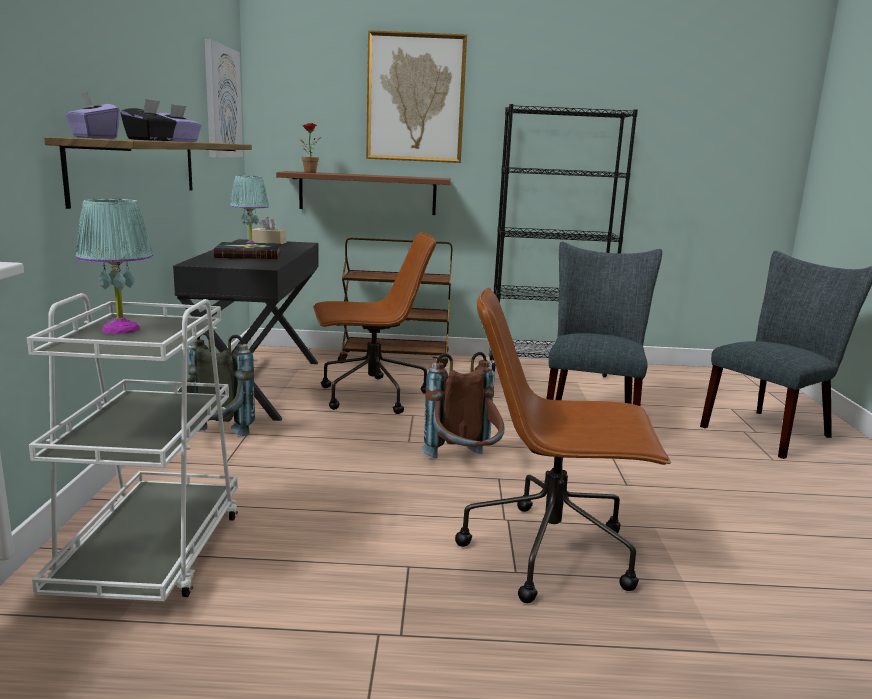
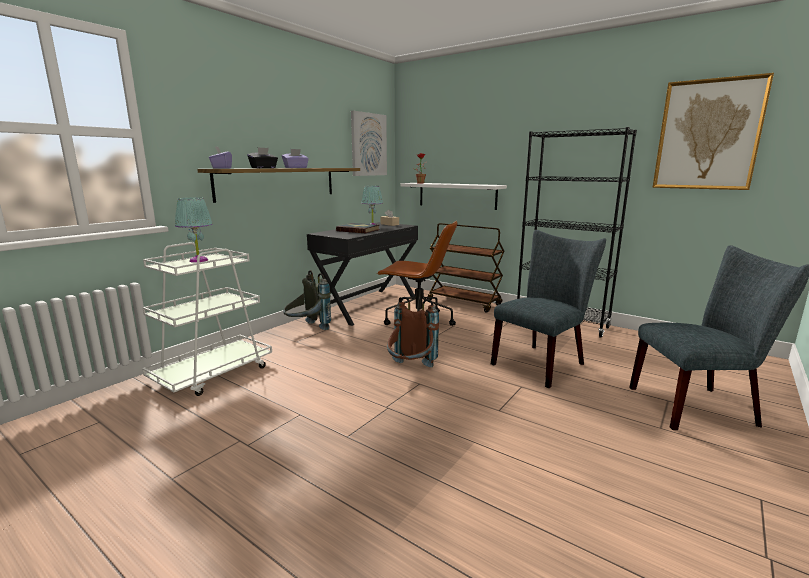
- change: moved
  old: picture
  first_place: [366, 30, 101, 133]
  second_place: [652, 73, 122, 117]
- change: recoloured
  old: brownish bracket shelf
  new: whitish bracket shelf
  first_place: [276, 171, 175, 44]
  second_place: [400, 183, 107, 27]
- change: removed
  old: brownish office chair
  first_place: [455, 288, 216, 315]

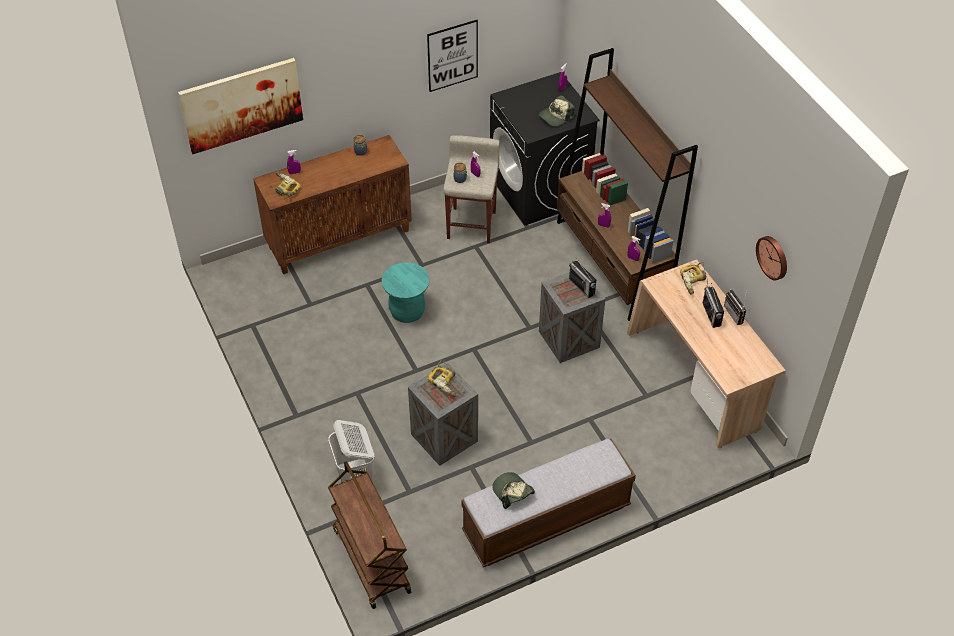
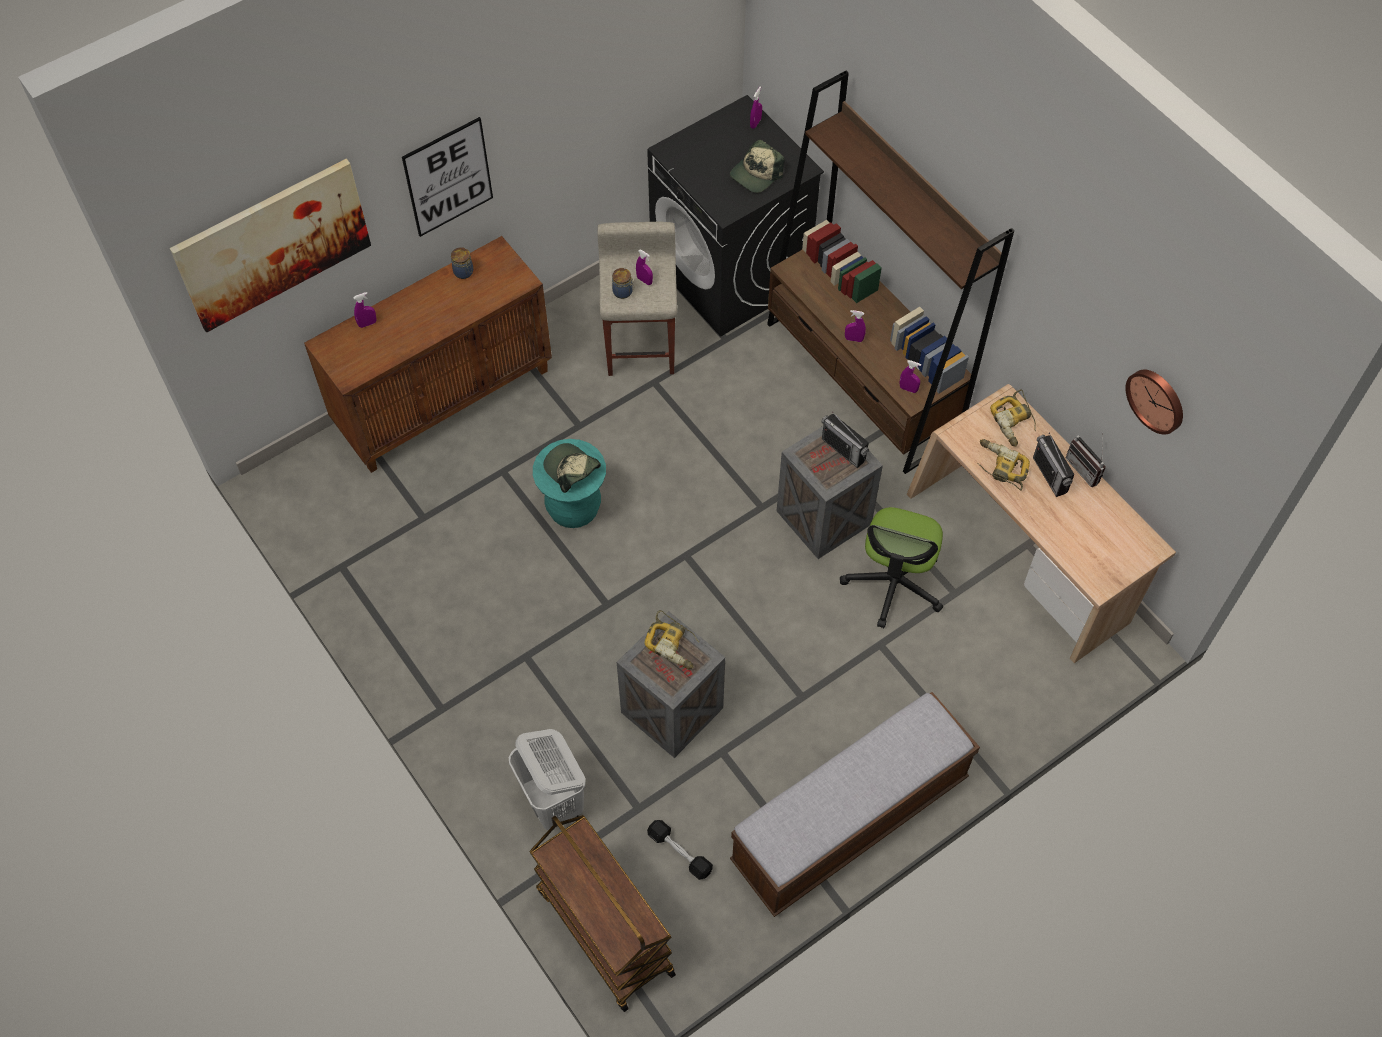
- change: moved
  old: picture
  first_place: [427, 20, 51, 72]
  second_place: [402, 117, 91, 120]
- change: moved
  old: drill
  first_place: [269, 171, 32, 29]
  second_place: [977, 439, 53, 52]
- change: moved
  old: baseball cap
  first_place: [492, 472, 43, 37]
  second_place: [543, 443, 58, 50]
- change: added
  new: office chair
  second_place: [840, 507, 103, 121]
- change: added
  new: black free weight
  second_place: [647, 820, 66, 60]

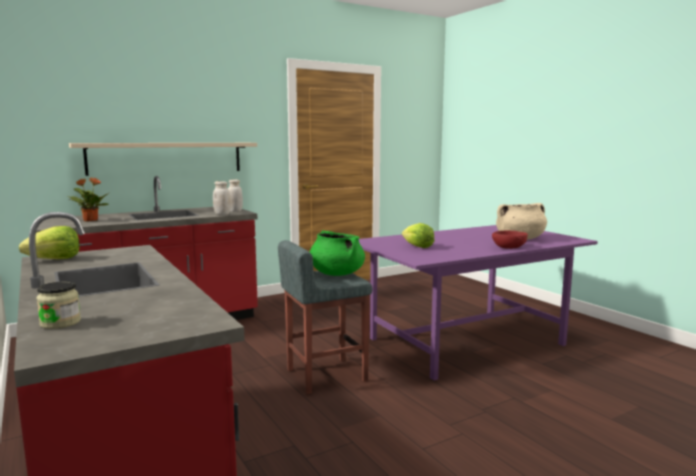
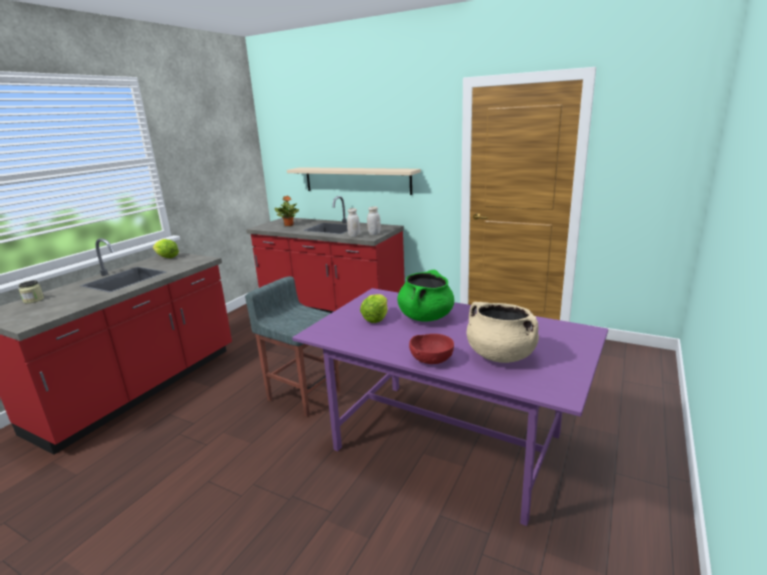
- change: moved
  old: green stockpot
  first_place: [310, 230, 55, 46]
  second_place: [397, 270, 57, 52]

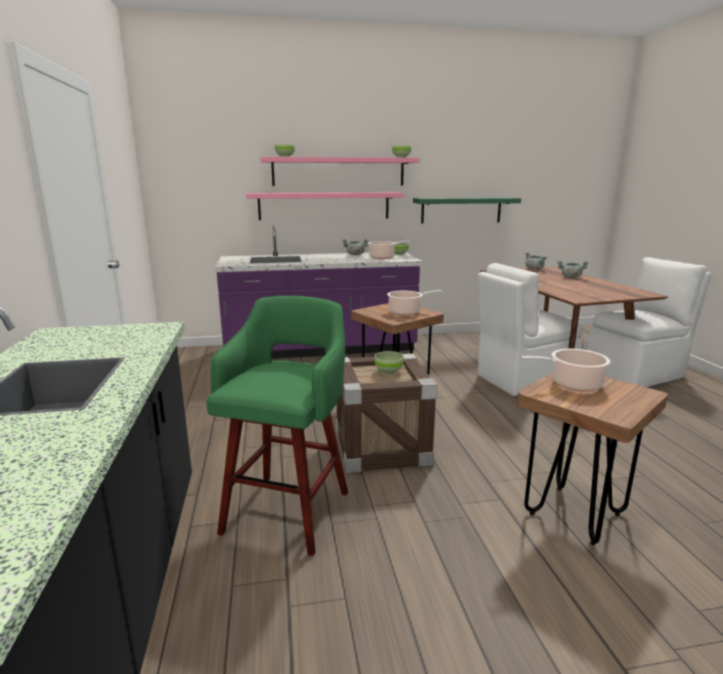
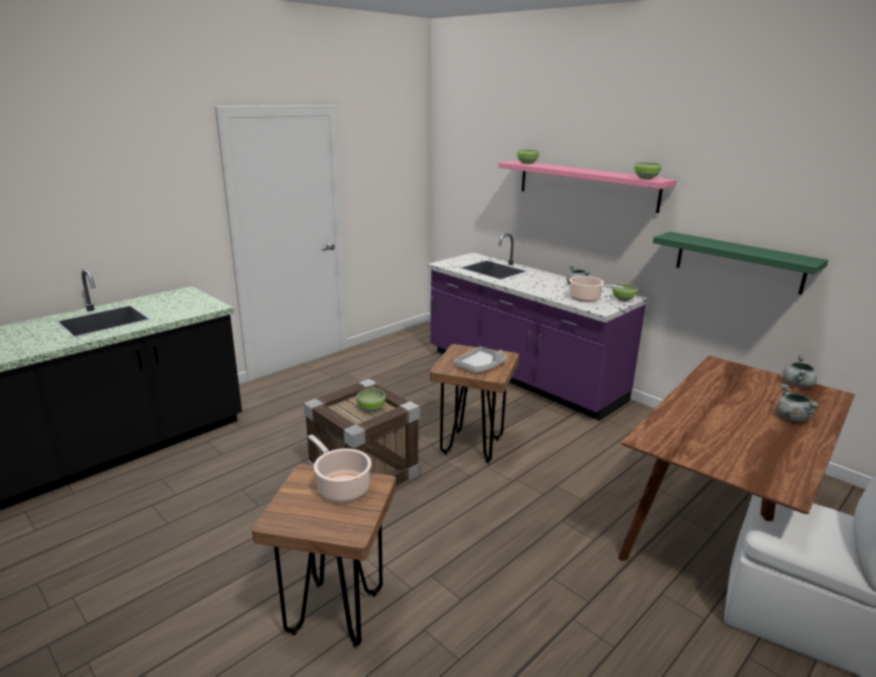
- change: removed
  old: pink bracket shelf
  first_place: [246, 192, 158, 28]
- change: removed
  old: whitish plain chair
  first_place: [478, 263, 105, 133]
- change: replaced
  old: stockpot
  new: grey serving tray
  first_place: [387, 290, 55, 26]
  second_place: [454, 347, 53, 25]
- change: removed
  old: green sitting stool
  first_place: [206, 296, 142, 260]

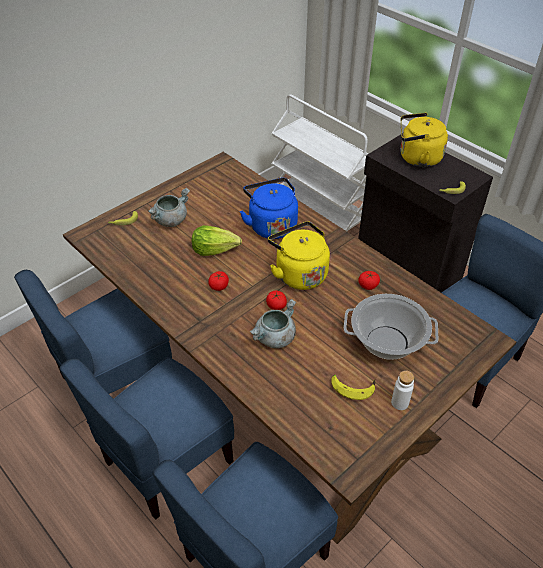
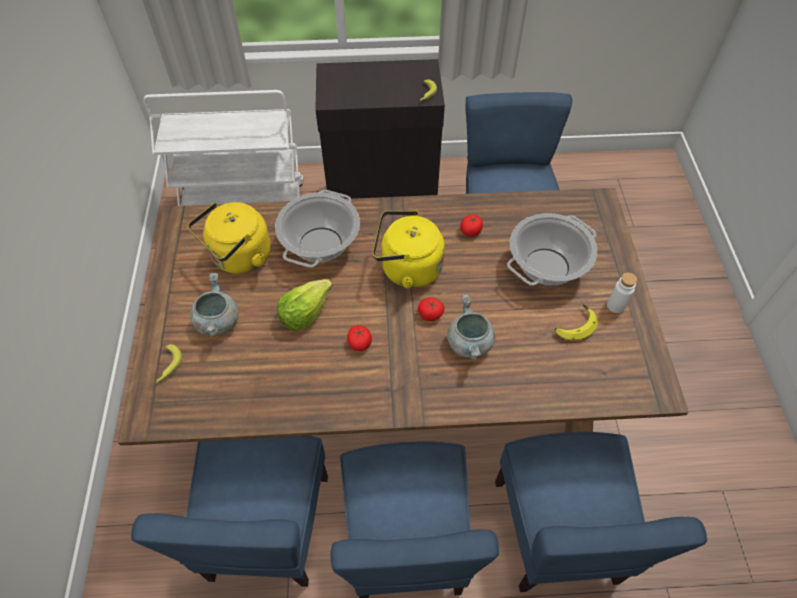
- change: moved
  old: yellow-coloured water kettle
  first_place: [400, 113, 48, 54]
  second_place: [188, 202, 83, 72]
- change: replaced
  old: blue water kettle
  new: stockpot
  first_place: [240, 178, 58, 61]
  second_place: [275, 190, 85, 78]

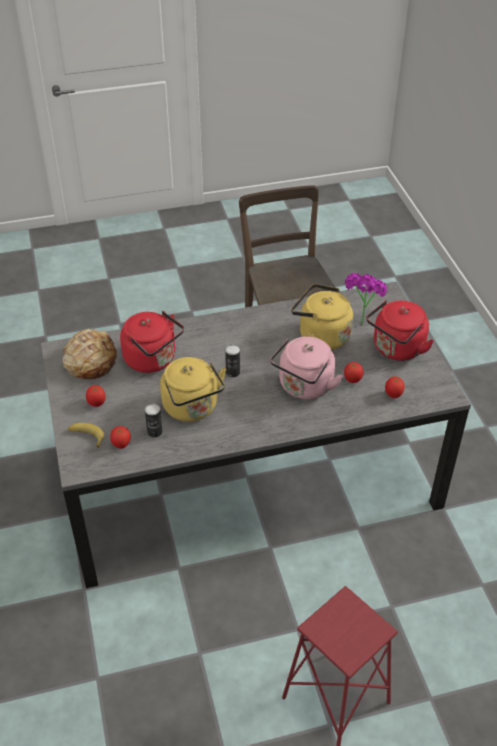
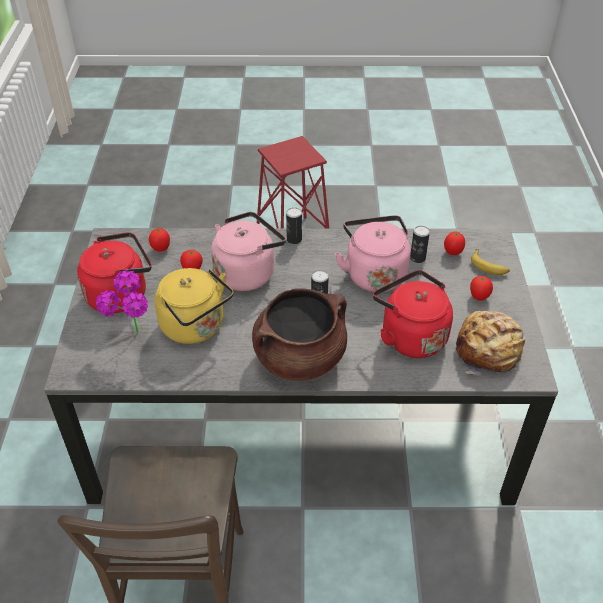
- change: recoloured
  old: yellow-coloured water kettle
  new: pink water kettle
  first_place: [160, 357, 66, 65]
  second_place: [335, 215, 75, 77]
- change: added
  new: sealed can
  second_place: [286, 207, 16, 37]
- change: added
  new: brownish stockpot
  second_place: [252, 288, 95, 93]

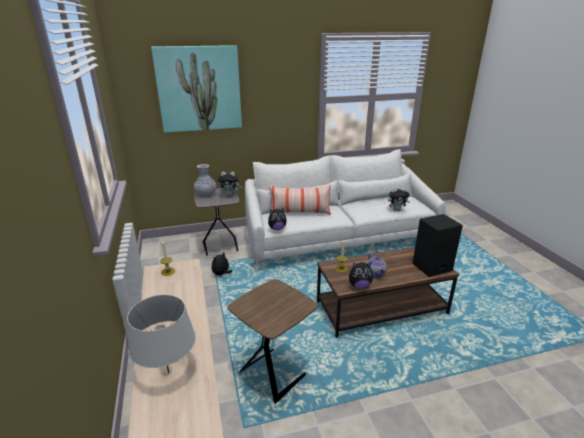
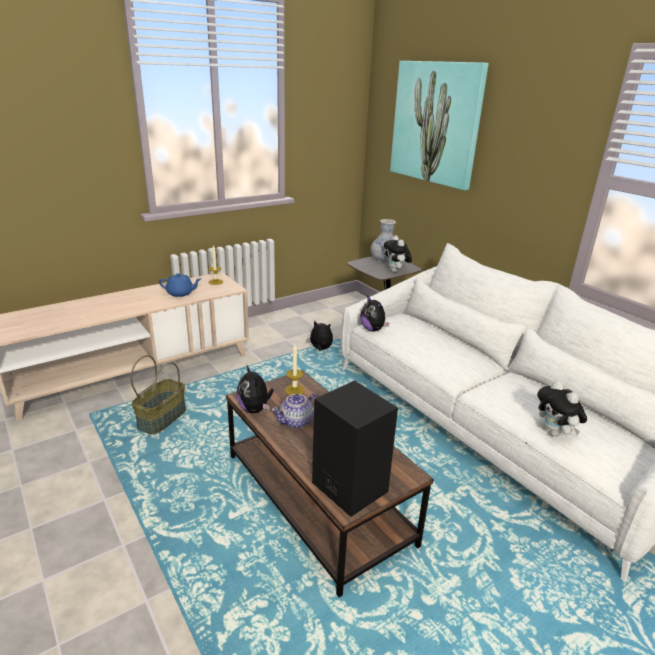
- change: removed
  old: pillow
  first_place: [269, 185, 62, 30]
- change: replaced
  old: brownish end table
  new: storage basket
  first_place: [228, 279, 90, 125]
  second_place: [131, 355, 55, 80]
- change: removed
  old: grey tabletop lamp
  first_place: [127, 295, 69, 78]
- change: added
  new: blue pot for tea
  second_place: [159, 273, 42, 24]

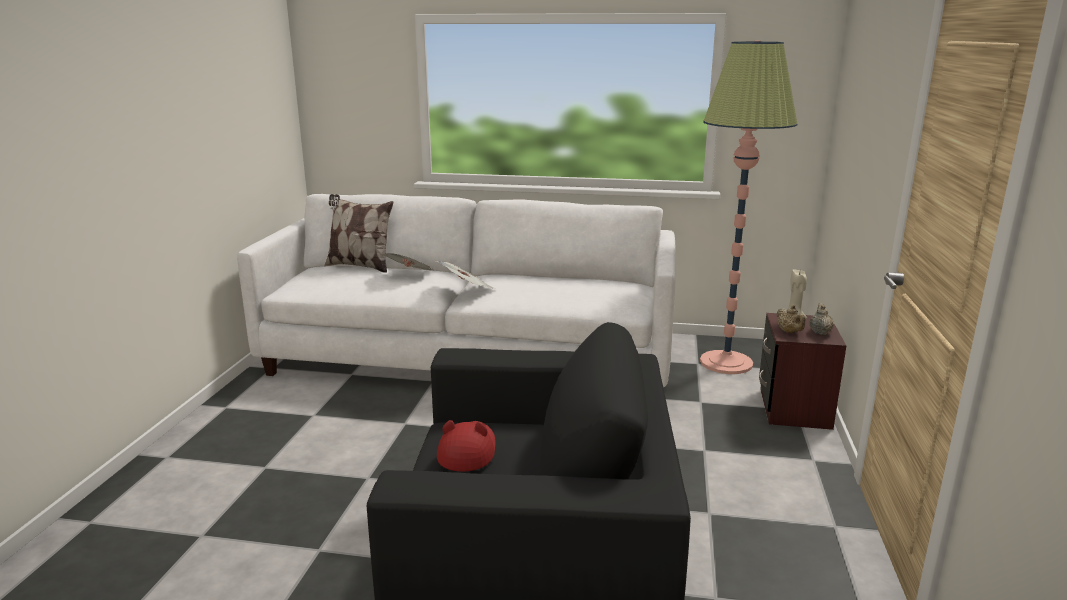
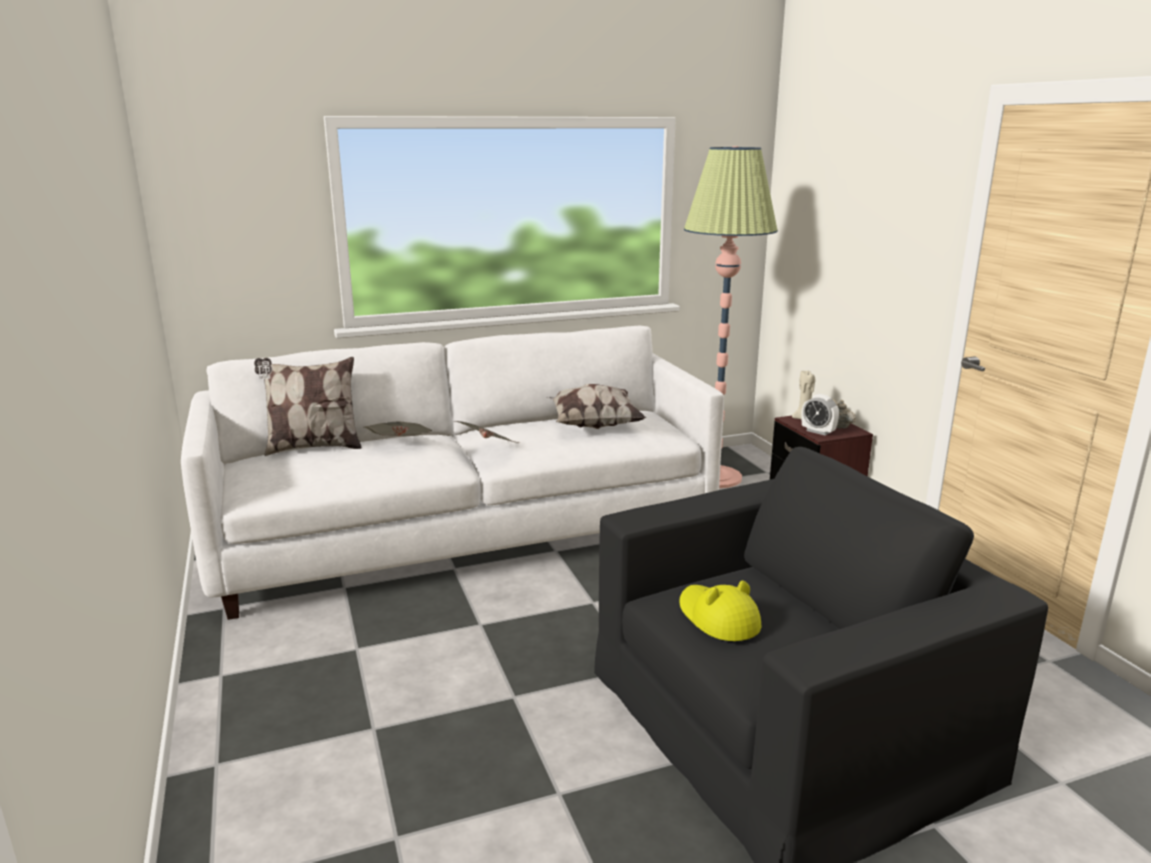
- change: replaced
  old: beige-coloured pot for tea
  new: bedside clock
  first_place: [776, 305, 29, 28]
  second_place: [801, 394, 38, 42]
- change: recoloured
  old: red hat
  new: yellow-coloured hat
  first_place: [437, 420, 59, 51]
  second_place: [679, 580, 82, 61]
- change: added
  new: pillow
  second_place: [549, 384, 97, 45]

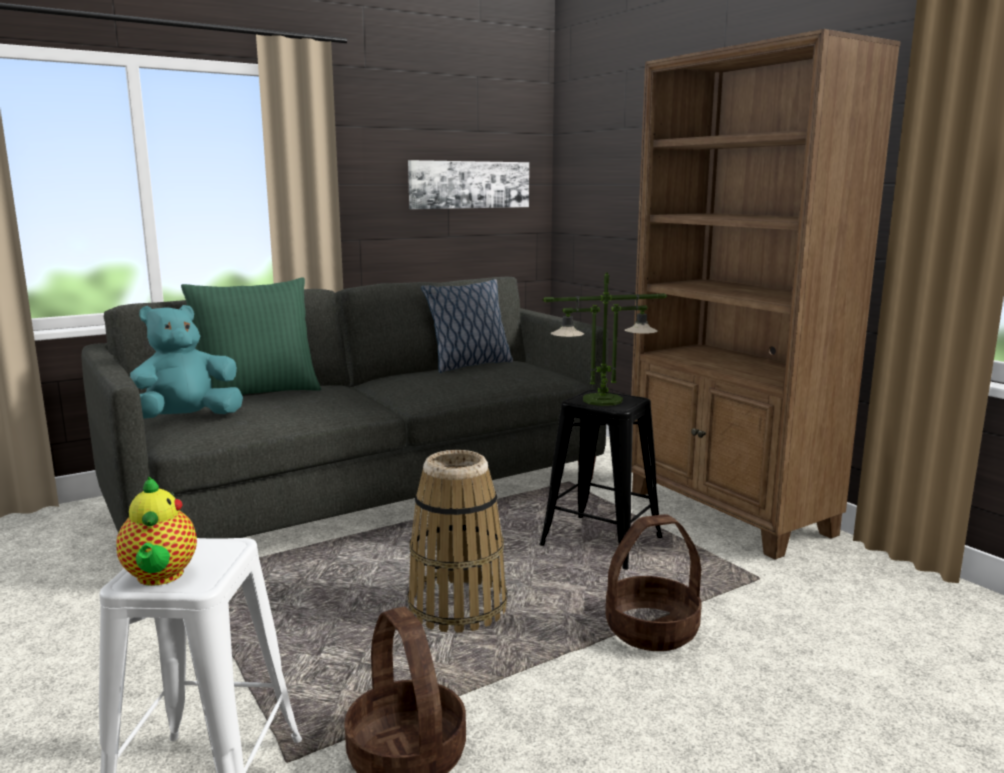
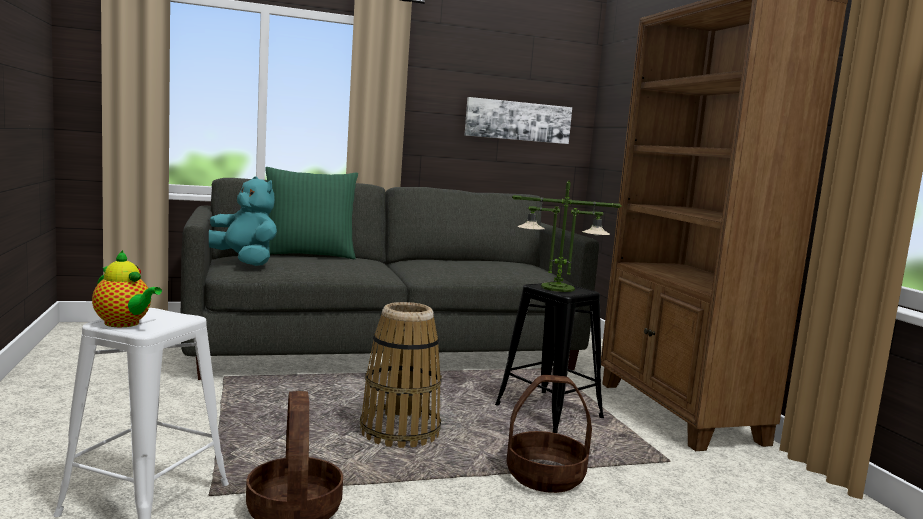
- change: removed
  old: pillow
  first_place: [421, 279, 92, 94]
- change: turned
  old: blue-green cuddly toy
  first_place: [130, 305, 113, 114]
  second_place: [209, 176, 68, 90]
  degrees: 60
- change: turned
  old: pot for tea
  first_place: [116, 476, 81, 110]
  second_place: [92, 250, 70, 77]
  degrees: -60

